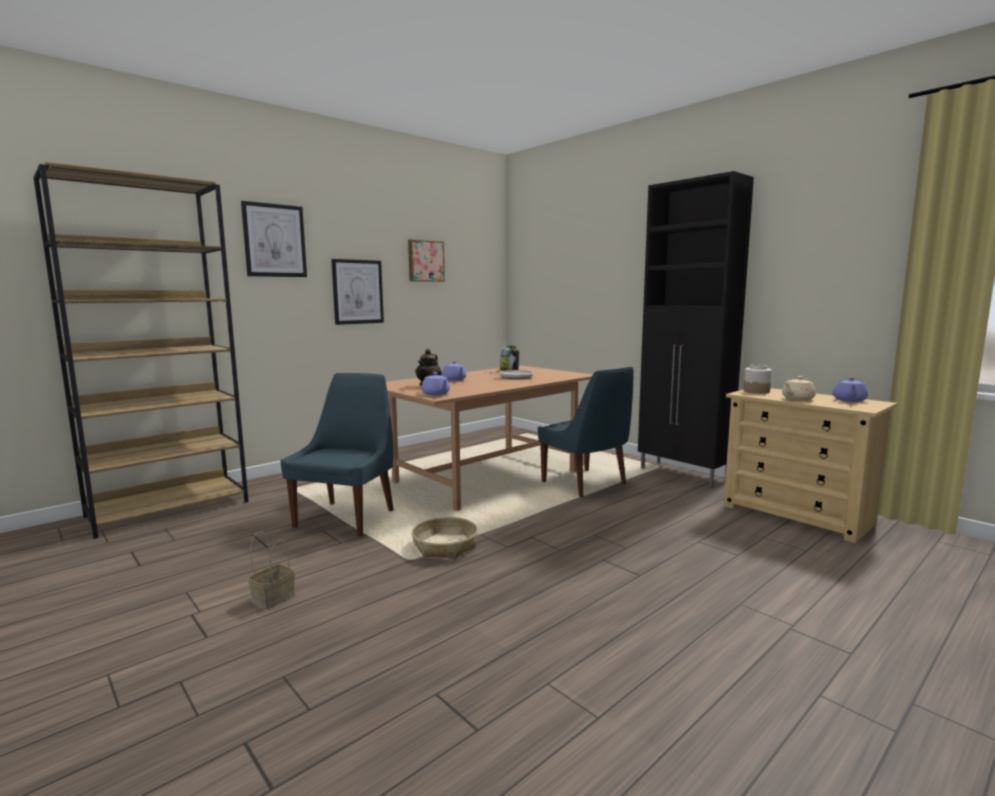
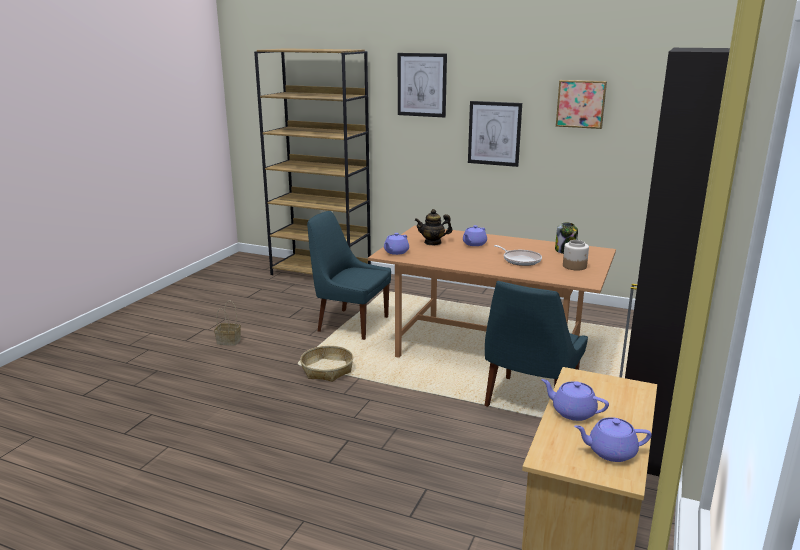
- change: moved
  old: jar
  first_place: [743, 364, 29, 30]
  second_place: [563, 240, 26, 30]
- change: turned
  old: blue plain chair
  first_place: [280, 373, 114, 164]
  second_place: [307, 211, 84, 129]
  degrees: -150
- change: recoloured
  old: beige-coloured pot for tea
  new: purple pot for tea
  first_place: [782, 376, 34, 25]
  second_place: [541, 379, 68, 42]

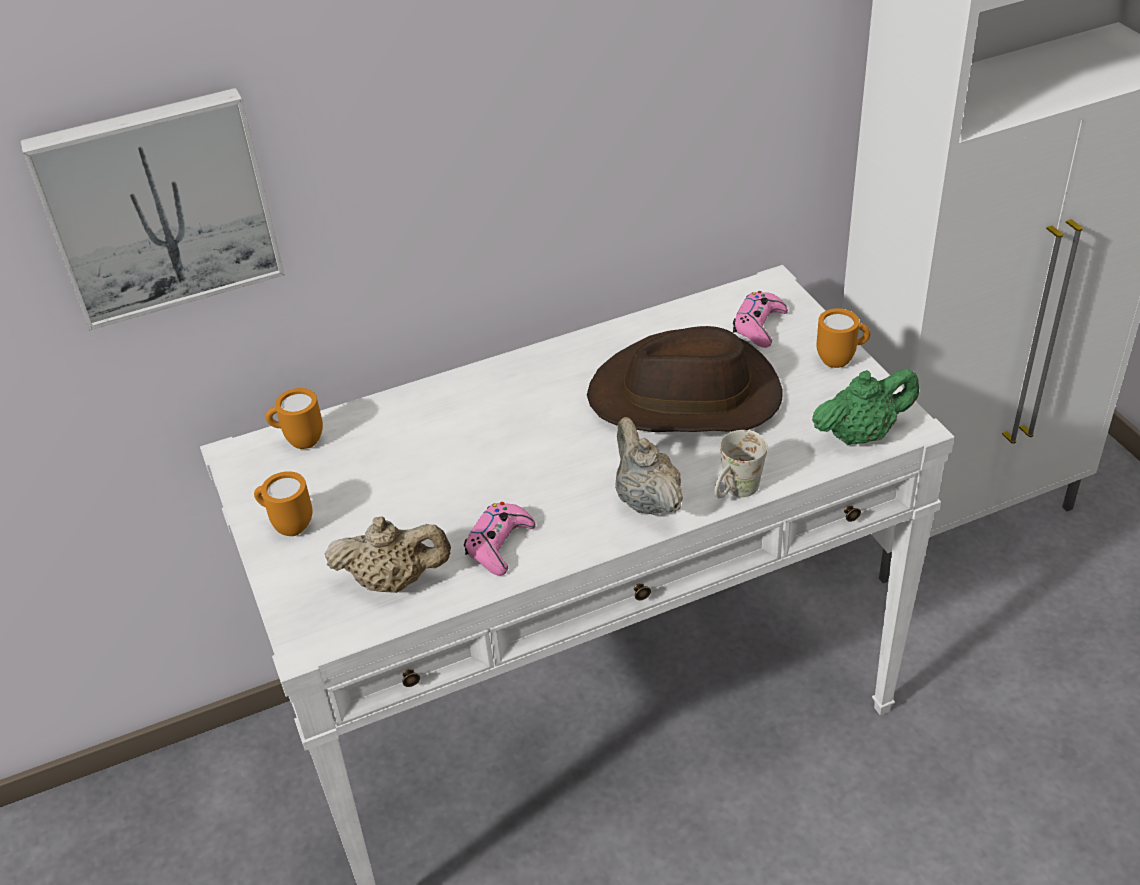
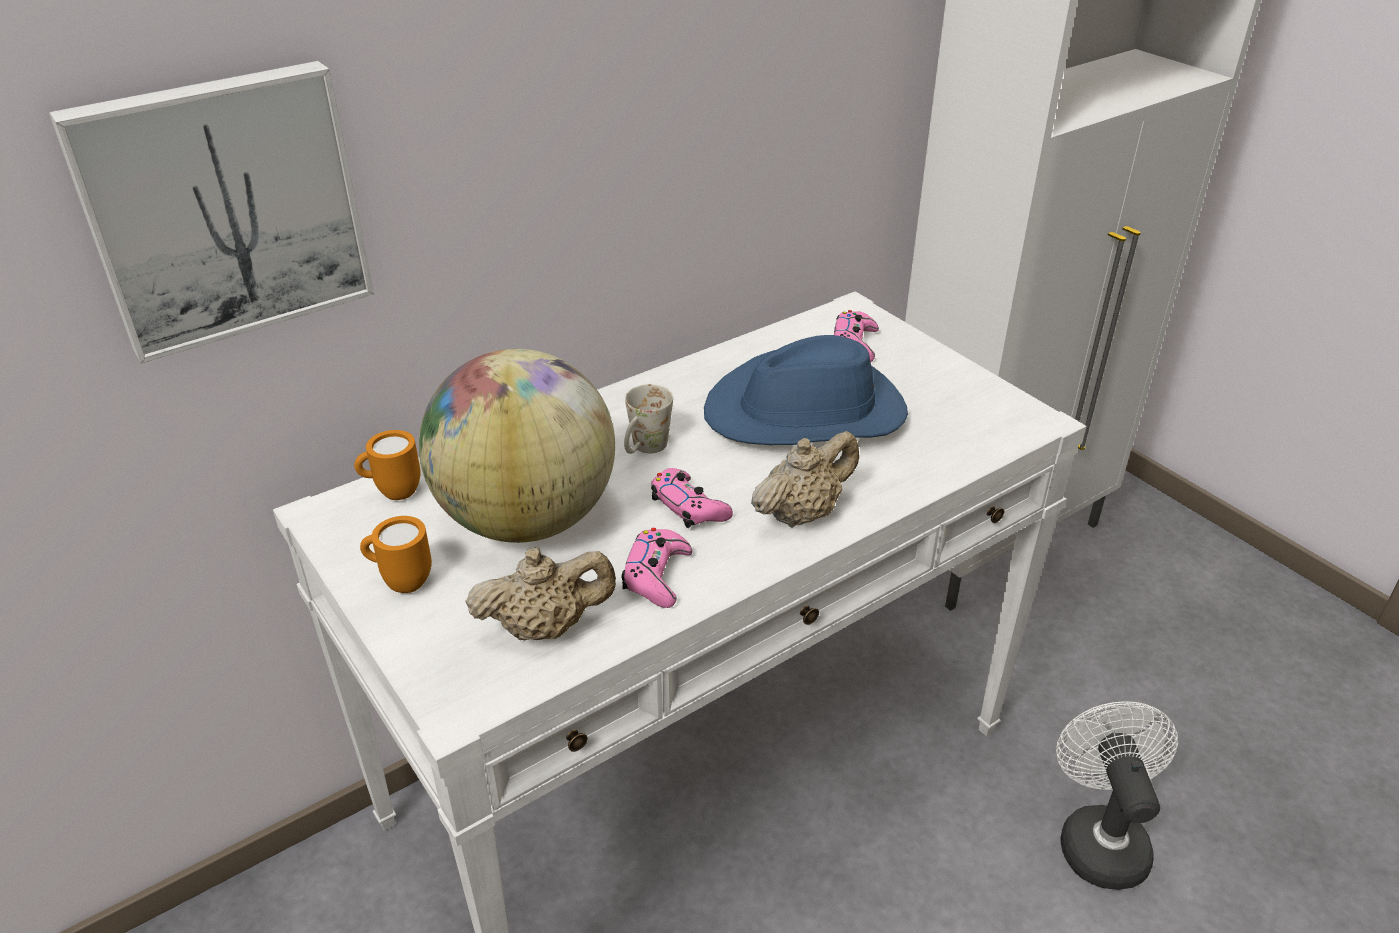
- change: removed
  old: orange-coloured mug
  first_place: [817, 308, 54, 60]
- change: recoloured
  old: brownish hat
  new: blue hat
  first_place: [587, 326, 196, 106]
  second_place: [704, 335, 204, 110]
- change: removed
  old: green pot for tea
  first_place: [812, 368, 107, 77]
- change: turned
  old: beige-coloured pot for tea
  first_place: [615, 417, 68, 99]
  second_place: [751, 431, 108, 97]
  degrees: 90
- change: moved
  old: whitish mug
  first_place: [715, 430, 53, 68]
  second_place: [624, 384, 49, 70]
- change: added
  new: globe
  second_place: [419, 349, 196, 194]
- change: added
  new: pink joypad
  second_place: [651, 468, 82, 60]
- change: added
  new: whitish fan
  second_place: [1056, 701, 122, 189]

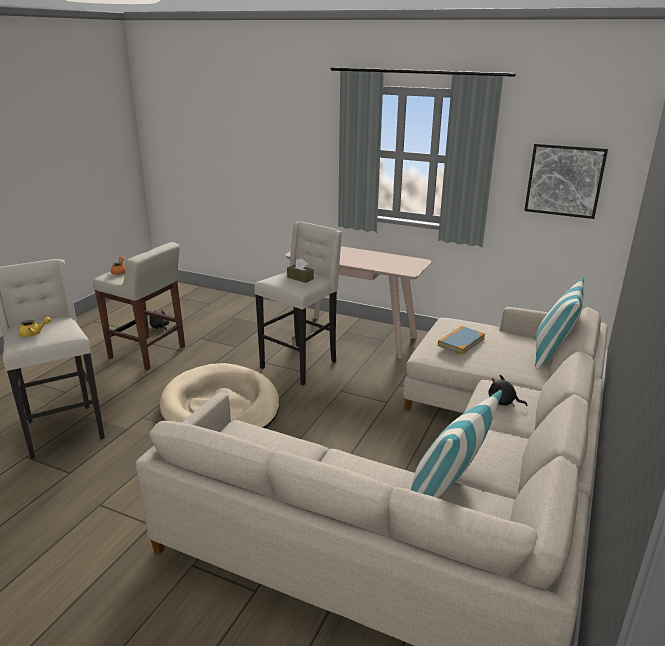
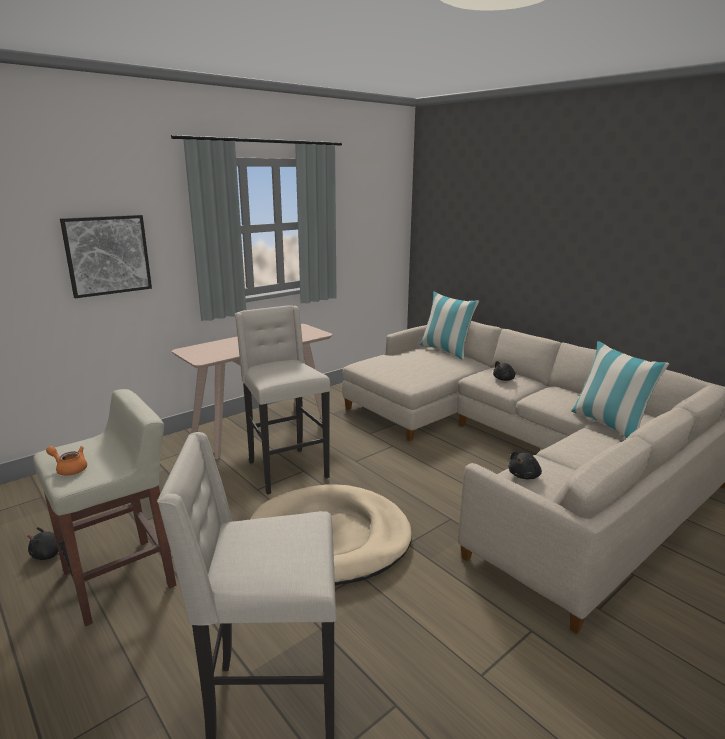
- change: moved
  old: picture
  first_place: [524, 143, 84, 76]
  second_place: [60, 215, 92, 83]
- change: removed
  old: brownish box of tissues
  first_place: [287, 258, 27, 25]
- change: removed
  old: yellow-coloured pot for tea
  first_place: [18, 317, 33, 20]
- change: removed
  old: bound book
  first_place: [438, 326, 47, 29]
- change: added
  new: black cuddly toy
  second_place: [508, 451, 34, 28]

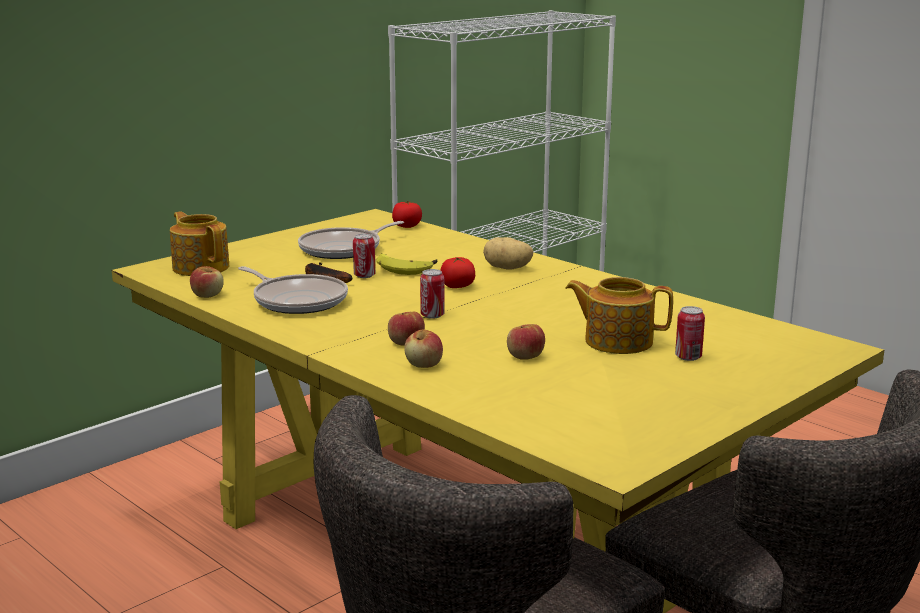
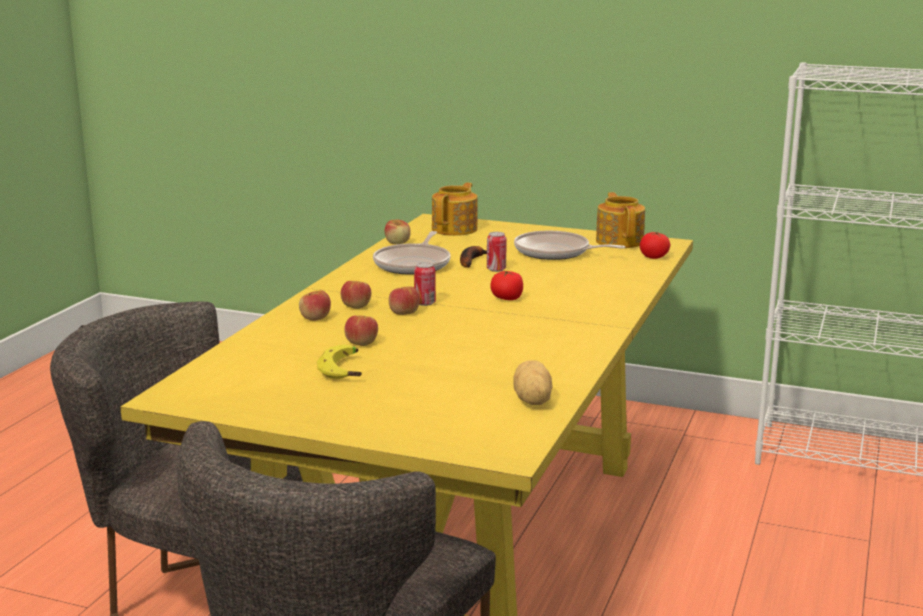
- change: moved
  old: whole potato
  first_place: [483, 237, 50, 32]
  second_place: [513, 360, 40, 45]
- change: moved
  old: banana fruit
  first_place: [376, 253, 62, 22]
  second_place: [317, 345, 45, 34]
- change: moved
  old: pot for tea
  first_place: [565, 277, 108, 77]
  second_place: [596, 192, 49, 56]
- change: removed
  old: sealed can
  first_place: [675, 306, 30, 55]
- change: added
  new: whole apple
  second_place: [389, 286, 31, 29]

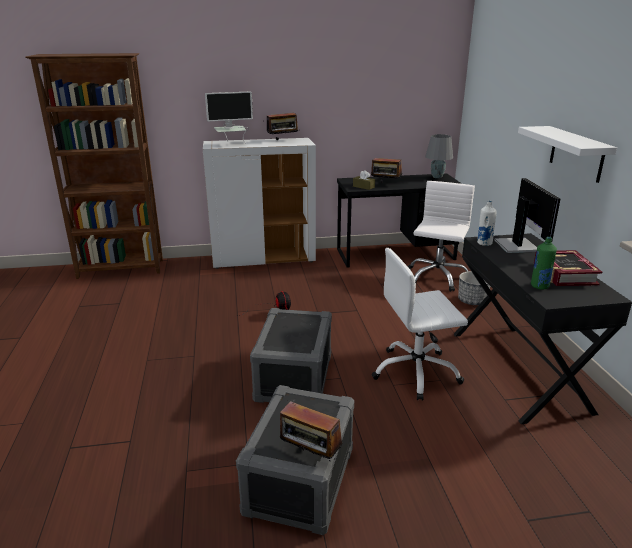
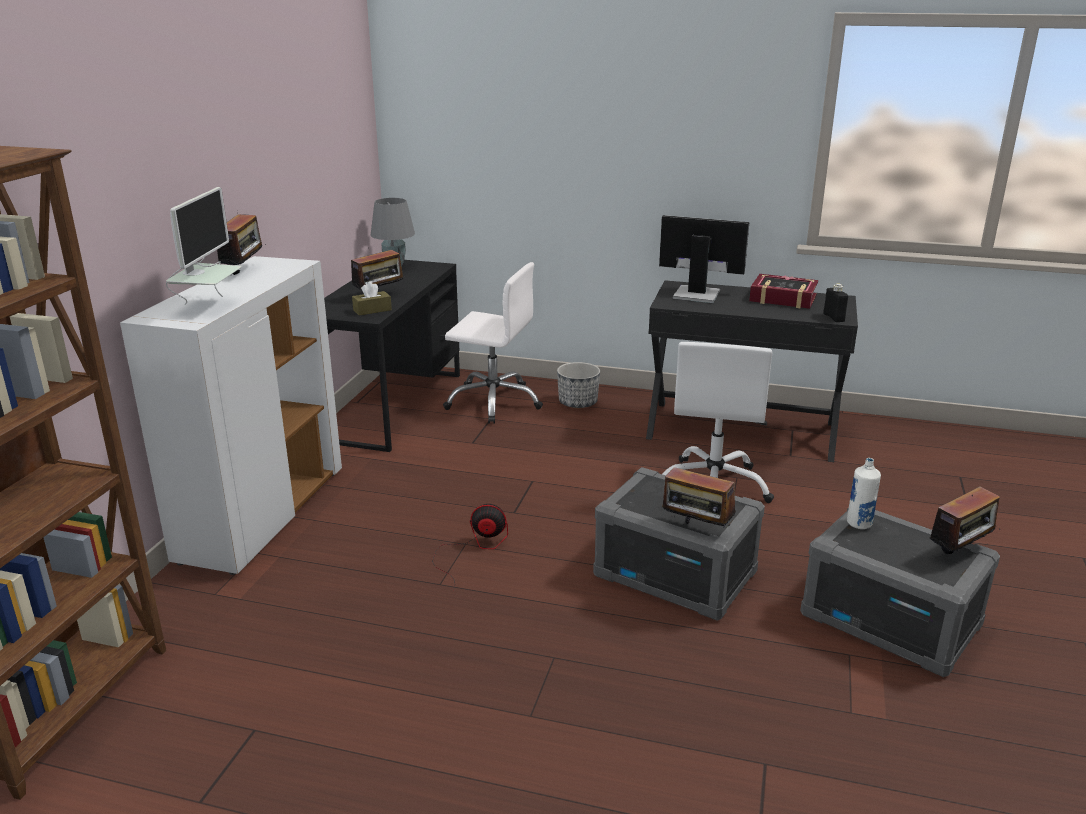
- change: removed
  old: whitish bracket shelf
  first_place: [518, 126, 99, 57]
- change: turned
  old: whitish office chair
  first_place: [408, 181, 67, 111]
  second_place: [443, 262, 100, 162]
  degrees: 150
- change: moved
  old: whitish beverage bottle
  first_place: [477, 201, 20, 45]
  second_place: [847, 458, 34, 71]
- change: removed
  old: green beverage bottle
  first_place: [531, 237, 26, 53]
- change: added
  new: black beverage bottle
  second_place: [823, 284, 25, 38]
- change: added
  new: radio
  second_place: [662, 466, 74, 64]

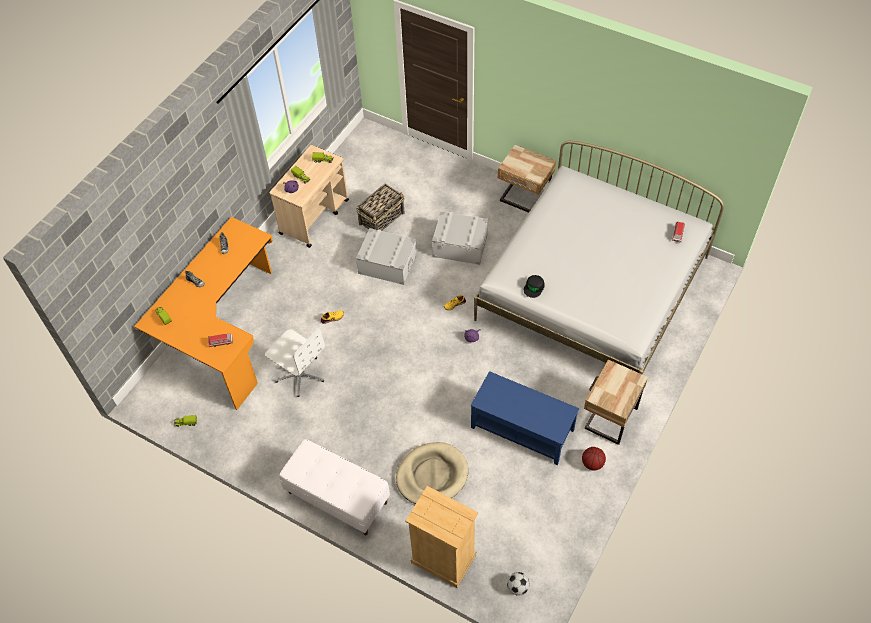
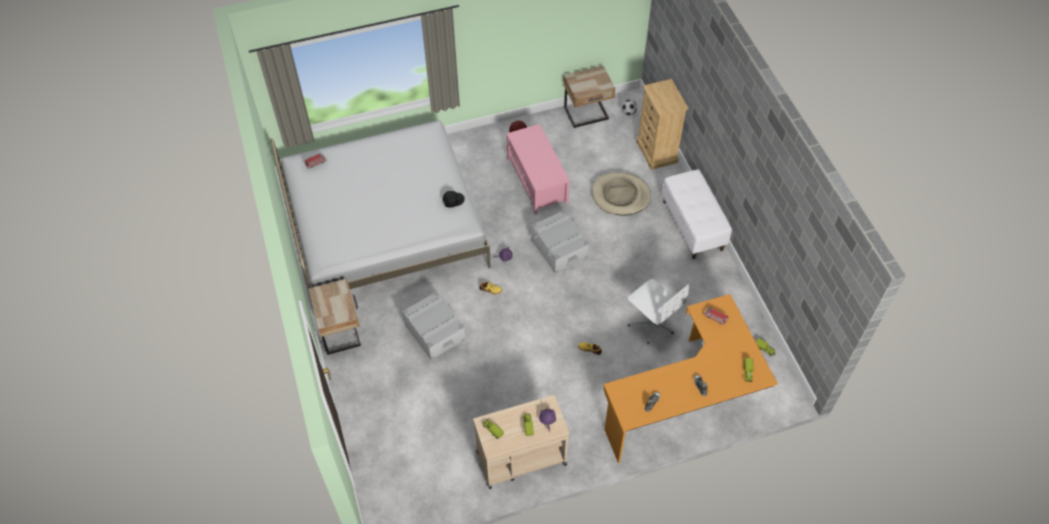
- change: removed
  old: storage basket
  first_place: [356, 183, 49, 48]
- change: moved
  old: grey storage container
  first_place: [356, 228, 61, 57]
  second_place: [531, 210, 58, 63]
- change: turned
  old: whitish office chair
  first_place: [265, 328, 60, 69]
  second_place: [628, 279, 61, 65]
  degrees: 150
- change: moved
  old: beige-coloured night table
  first_place: [584, 359, 64, 86]
  second_place: [563, 66, 52, 62]
- change: recoloured
  old: blue lounge table
  new: pink lounge table
  first_place: [470, 371, 109, 94]
  second_place: [506, 124, 64, 91]

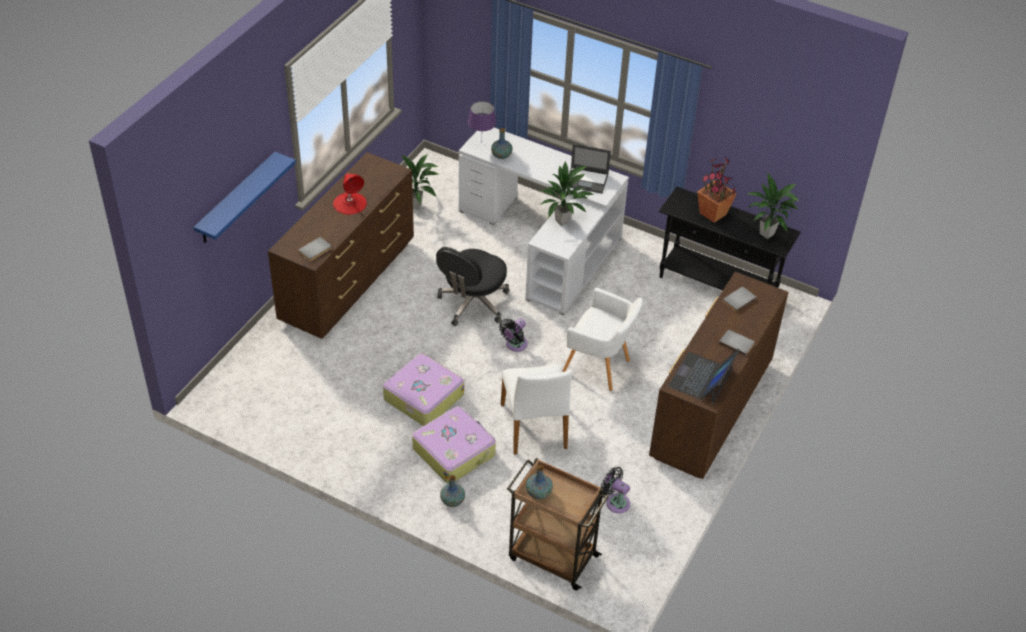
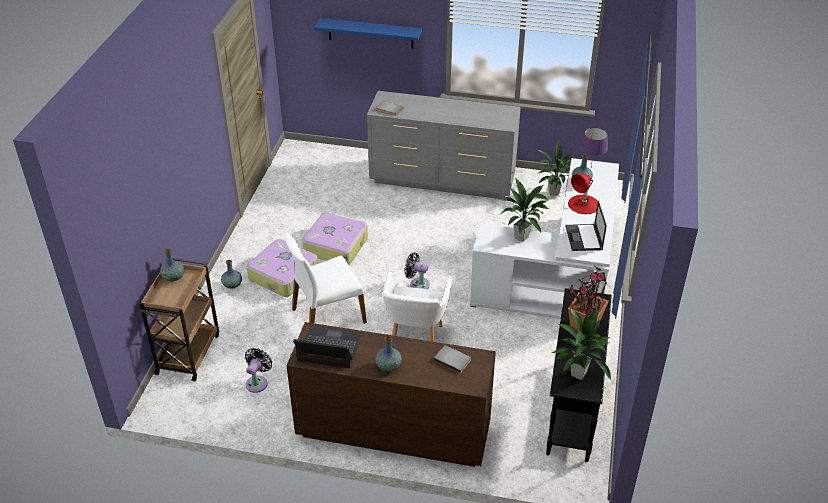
- change: recoloured
  old: brownish drawer chest
  new: grey drawer chest
  first_place: [268, 152, 146, 187]
  second_place: [367, 91, 154, 108]
- change: moved
  old: red tabletop lamp
  first_place: [333, 173, 34, 42]
  second_place: [568, 174, 30, 40]
- change: removed
  old: black office chair
  first_place: [436, 247, 74, 79]
- change: replaced
  old: grey bound book
  new: flower vase
  first_place: [719, 330, 36, 26]
  second_place: [375, 336, 27, 36]

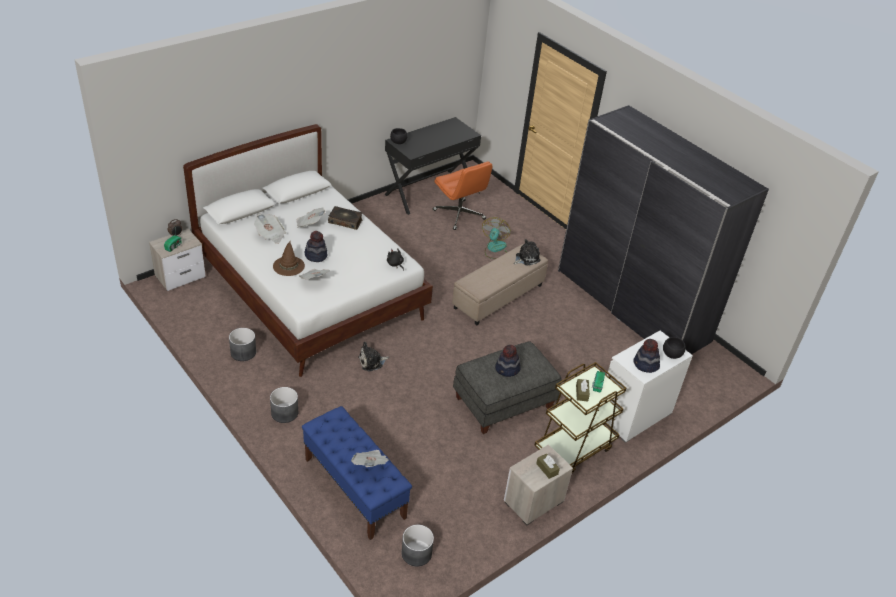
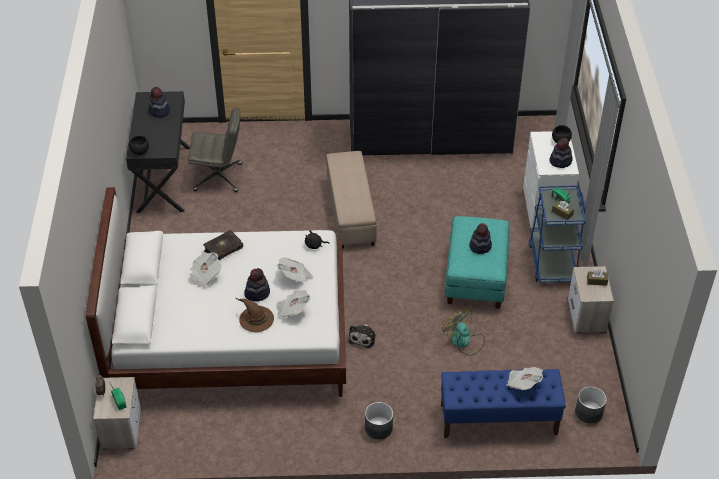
- change: recoloured
  old: orange-coloured office chair
  new: grey office chair
  first_place: [433, 161, 59, 69]
  second_place: [188, 108, 54, 84]
- change: moved
  old: newspaper
  first_place: [254, 214, 32, 30]
  second_place: [276, 258, 37, 24]
- change: moved
  old: fan
  first_place: [482, 217, 29, 42]
  second_place: [442, 309, 43, 47]
- change: removed
  old: cuddly toy
  first_place: [514, 239, 26, 27]
- change: removed
  old: grey flower pot
  first_place: [229, 328, 27, 33]
- change: recoloured
  old: grey footrest
  new: blue-green footrest
  first_place: [453, 341, 109, 93]
  second_place: [445, 216, 65, 93]
- change: recoloured
  old: brownish wheeled cart
  new: blue wheeled cart
  first_place: [535, 362, 91, 111]
  second_place: [529, 185, 57, 98]
- change: added
  new: hat
  second_place: [149, 87, 21, 31]

